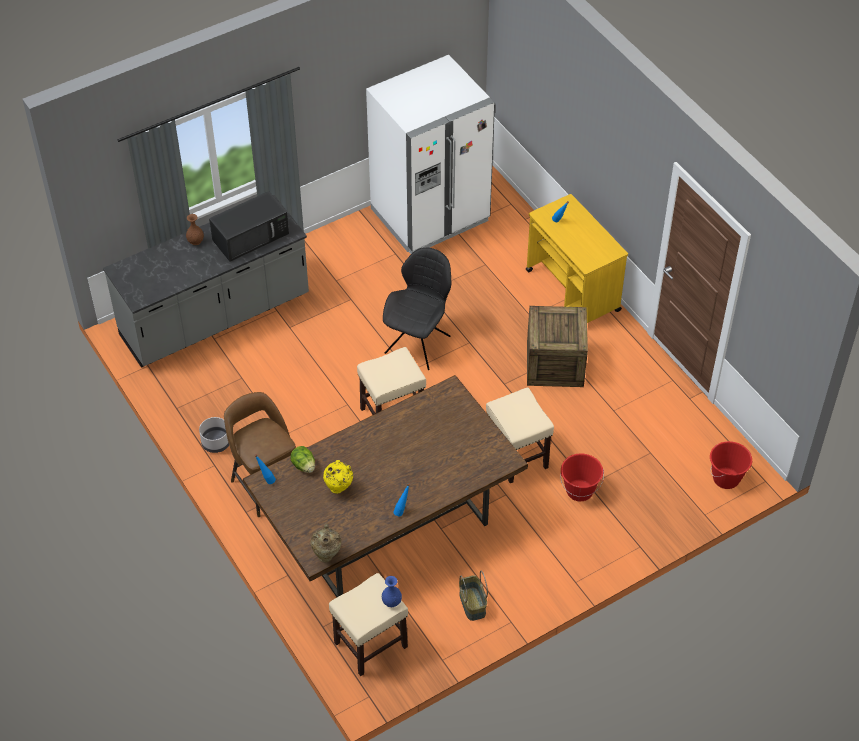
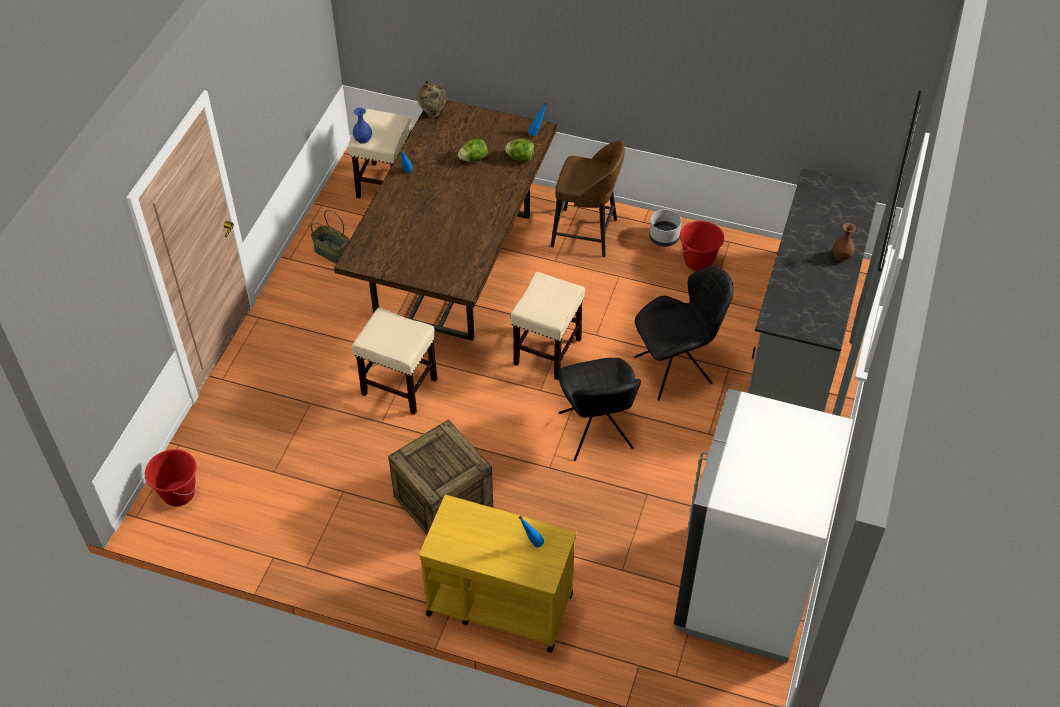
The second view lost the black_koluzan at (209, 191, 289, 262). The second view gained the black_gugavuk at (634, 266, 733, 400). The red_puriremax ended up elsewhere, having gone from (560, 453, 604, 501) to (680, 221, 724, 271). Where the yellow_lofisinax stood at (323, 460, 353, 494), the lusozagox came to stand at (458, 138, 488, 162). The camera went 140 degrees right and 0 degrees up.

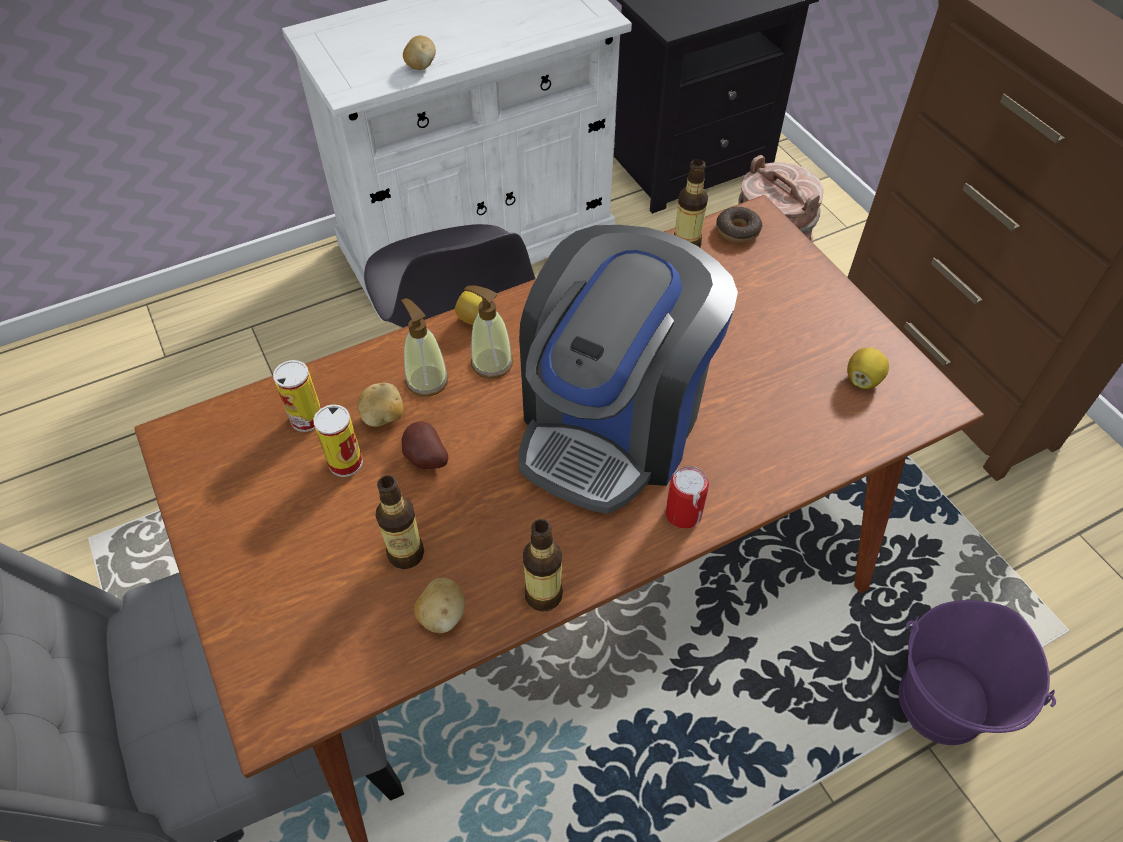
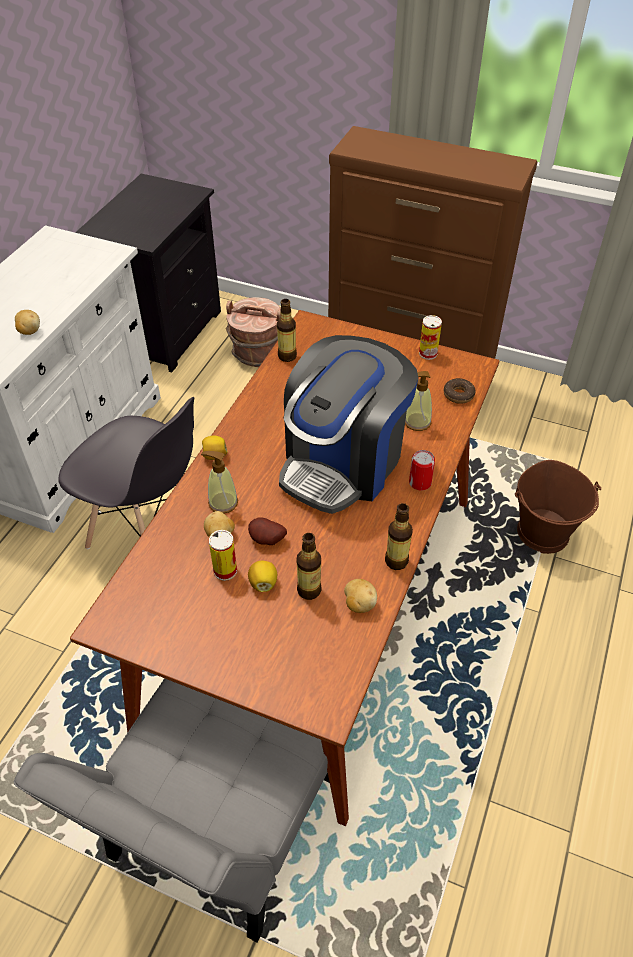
The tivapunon ended up elsewhere, having gone from (273, 360, 321, 432) to (419, 315, 442, 360). The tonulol ended up elsewhere, having gone from (464, 286, 513, 379) to (405, 371, 432, 431). The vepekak ended up elsewhere, having gone from (716, 207, 762, 243) to (444, 378, 476, 404). The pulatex ended up elsewhere, having gone from (847, 348, 889, 389) to (248, 561, 277, 592). What was the purple_puriremax at (899, 600, 1056, 745) turned into the brown_puriremax at (515, 460, 601, 554). The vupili at (519, 225, 738, 514) ended up facing another way, 45 degrees clockwise from before. The camera went 40 degrees left and 5 degrees down.

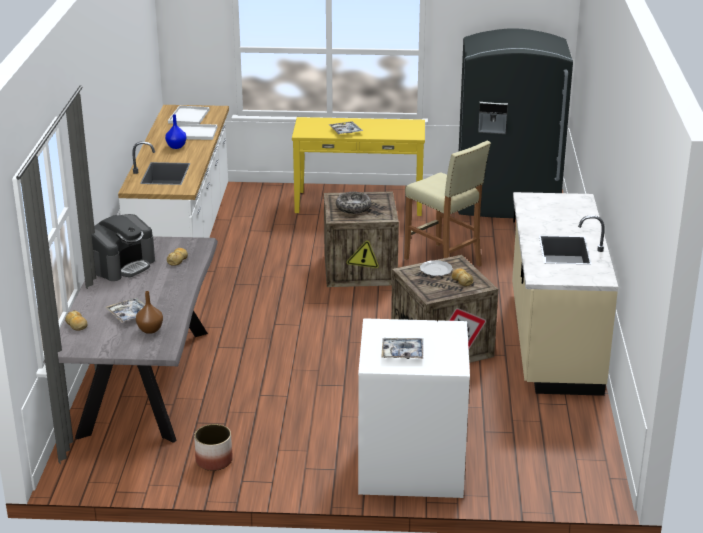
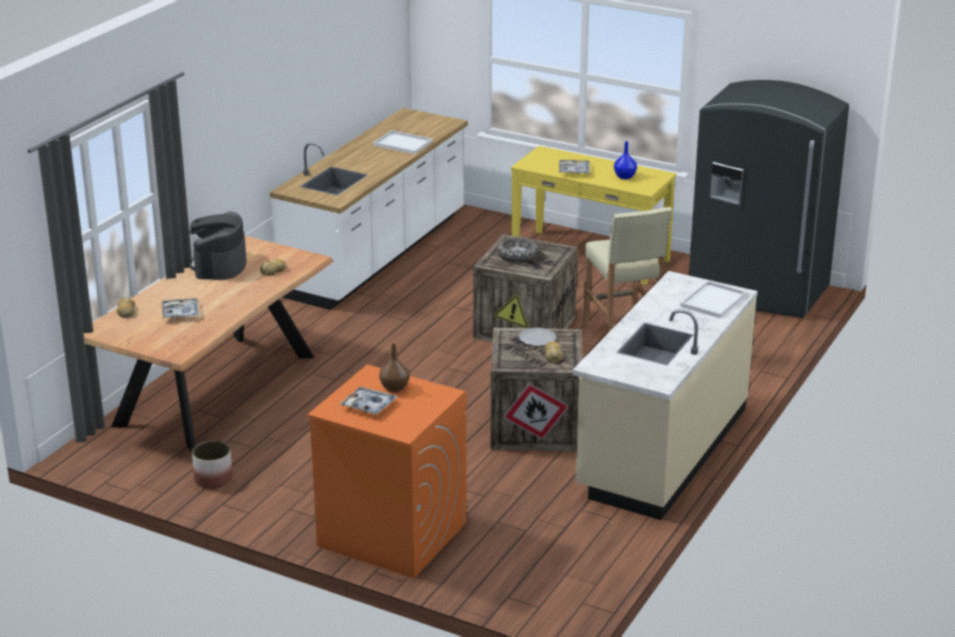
The brown_lofisinax ended up elsewhere, having gone from (136, 291, 163, 334) to (379, 344, 410, 392). The blue_lofisinax ended up elsewhere, having gone from (165, 114, 186, 149) to (614, 141, 637, 179). The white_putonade ended up elsewhere, having gone from (168, 105, 209, 124) to (680, 281, 747, 318). What was the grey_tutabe at (43, 236, 218, 443) turned into the brown_tutabe at (84, 236, 333, 452). What was the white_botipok at (358, 318, 470, 498) turned into the orange_botipok at (308, 364, 467, 579). The vupili at (92, 214, 155, 281) ended up facing another way, 120 degrees clockwise from before. The camera went 25 degrees right and 0 degrees up.

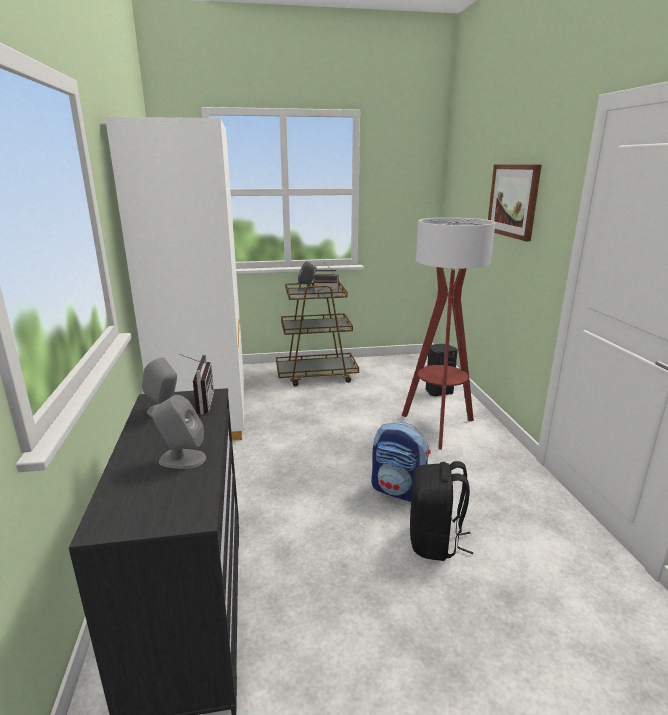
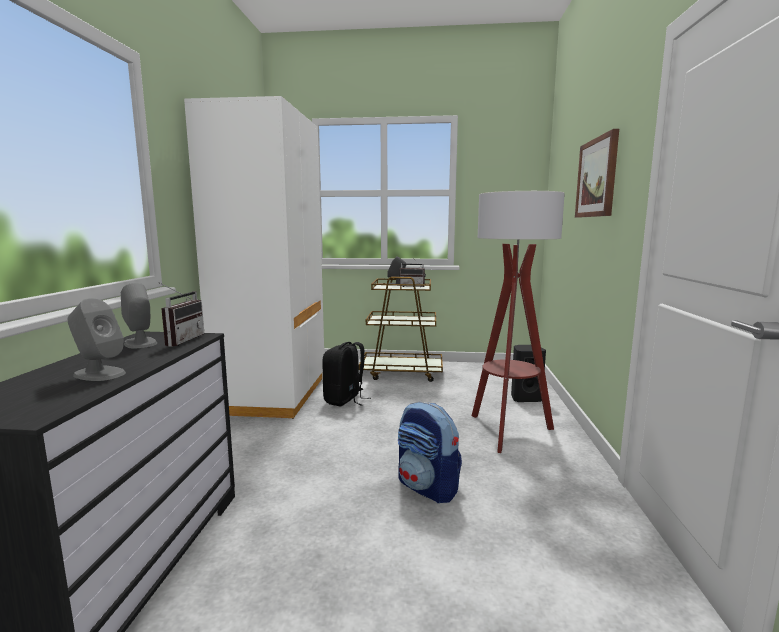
The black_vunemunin ended up elsewhere, having gone from (410, 461, 474, 561) to (322, 342, 371, 406). The camera went 15 degrees right and 10 degrees down.

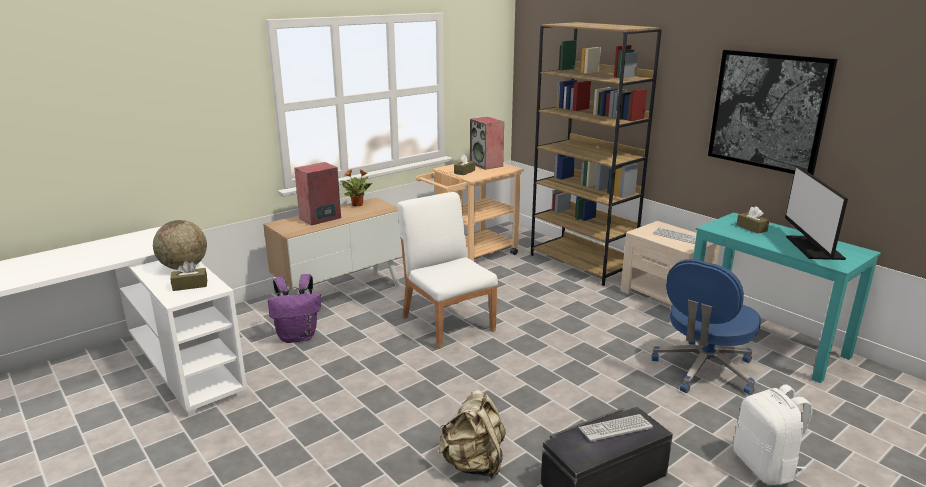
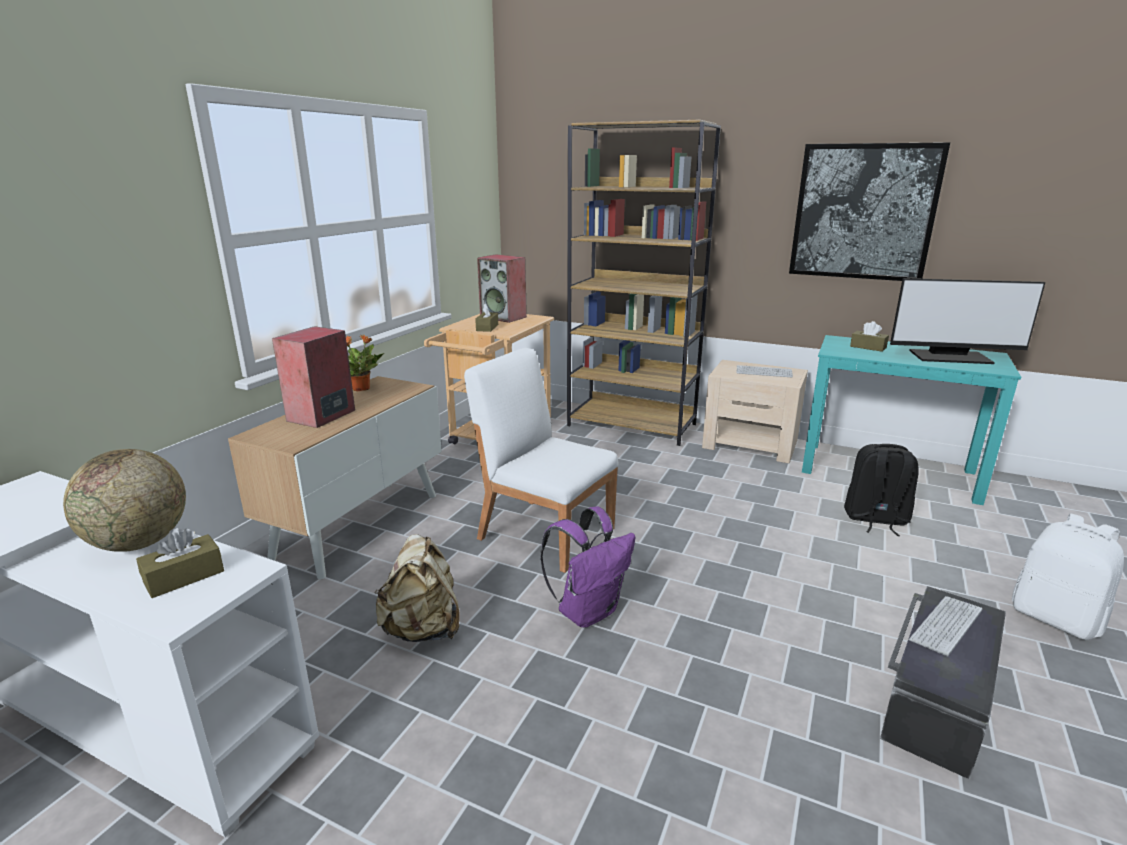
The purple_vunemunin ended up elsewhere, having gone from (268, 274, 321, 343) to (541, 506, 635, 627). The beige_vunemunin ended up elsewhere, having gone from (439, 390, 506, 479) to (375, 534, 460, 642). Where the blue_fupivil stood at (651, 259, 761, 395), the black_vunemunin came to stand at (844, 444, 919, 536). The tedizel at (785, 166, 848, 260) ended up facing another way, 60 degrees counterclockwise from before. The camera went 25 degrees left and 0 degrees up.

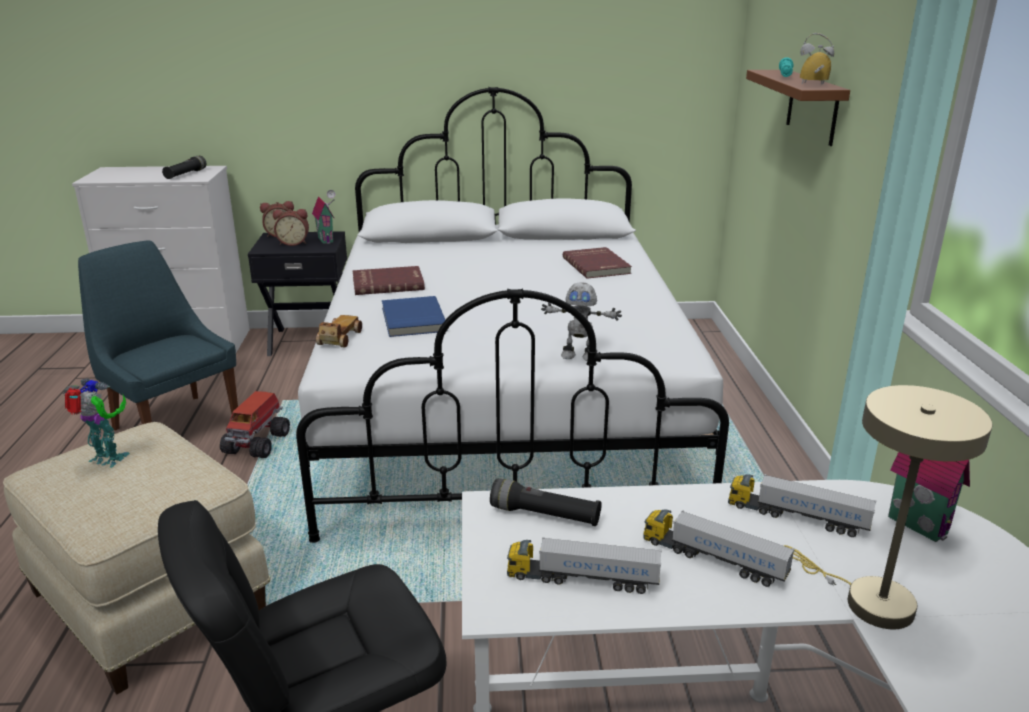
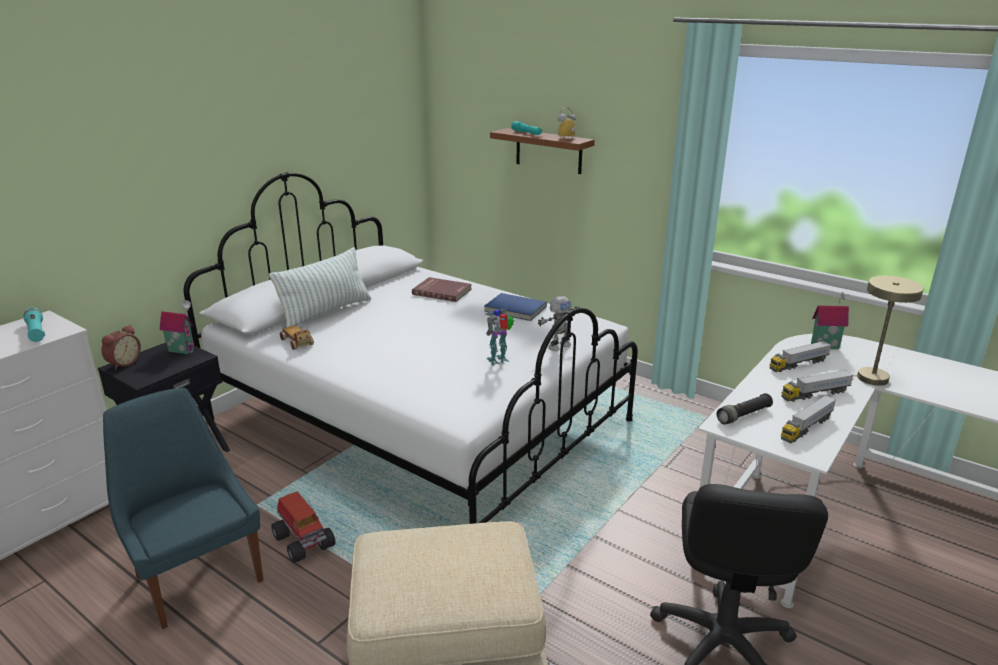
The second view lost the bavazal at (273, 209, 309, 246). The second view lost the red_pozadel at (353, 266, 425, 295). The second view gained the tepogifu at (269, 247, 371, 327). The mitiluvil ended up elsewhere, having gone from (63, 378, 130, 468) to (485, 309, 514, 365). The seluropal ended up elsewhere, having gone from (316, 315, 362, 347) to (280, 325, 314, 350). The blue_pozadel ended up elsewhere, having gone from (382, 296, 447, 337) to (484, 293, 547, 321). What was the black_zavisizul at (162, 156, 206, 179) turned into the turquoise_zavisizul at (23, 308, 45, 342). The blue_gugavuk at (78, 240, 238, 430) ended up facing another way, 60 degrees clockwise from before. The camera went 50 degrees left and 0 degrees up.

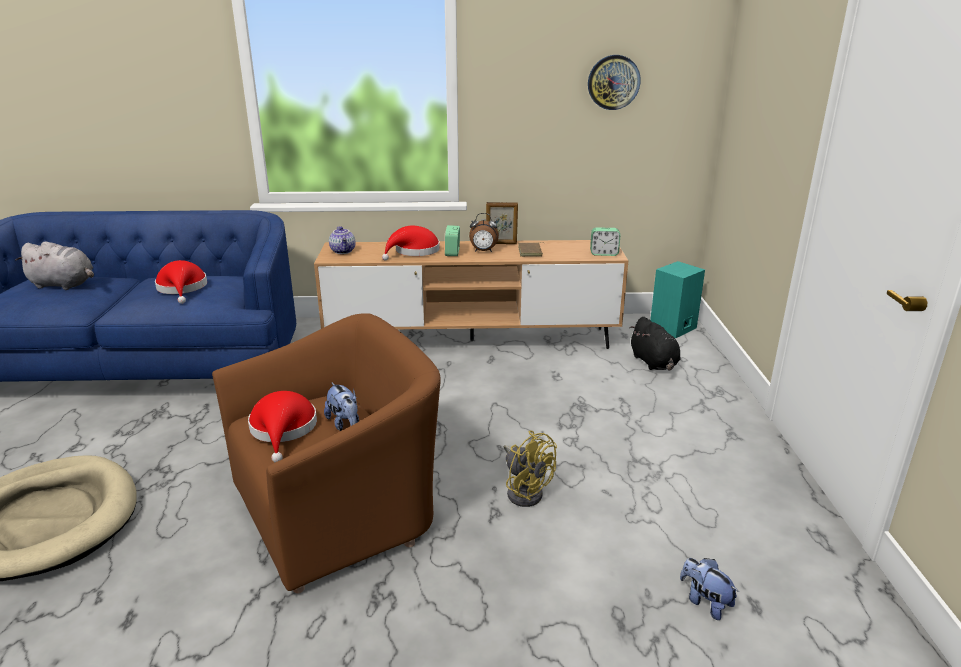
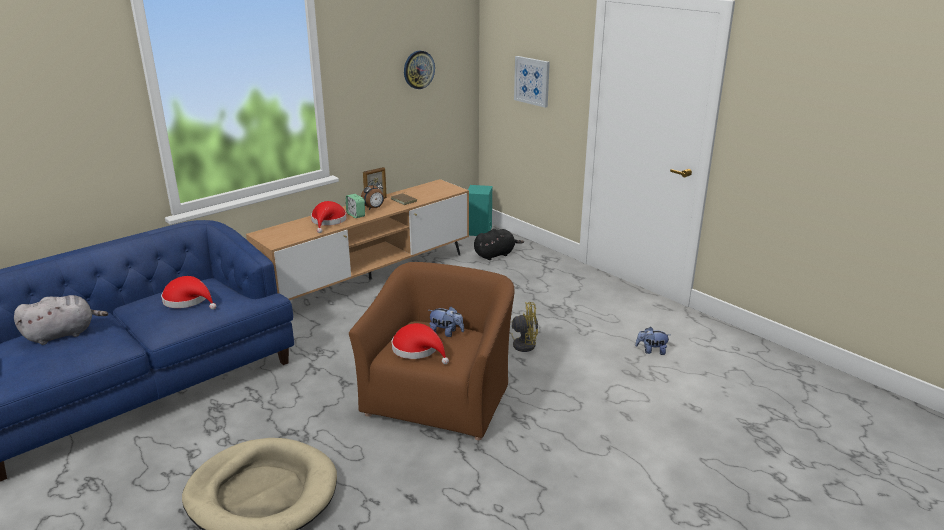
The second view lost the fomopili at (329, 226, 356, 254). The second view lost the bavazal at (590, 227, 620, 256). The second view gained the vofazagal at (514, 56, 550, 108). The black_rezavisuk at (629, 317, 681, 371) ended up facing another way, 60 degrees counterclockwise from before. The camera went 40 degrees left and 0 degrees up.

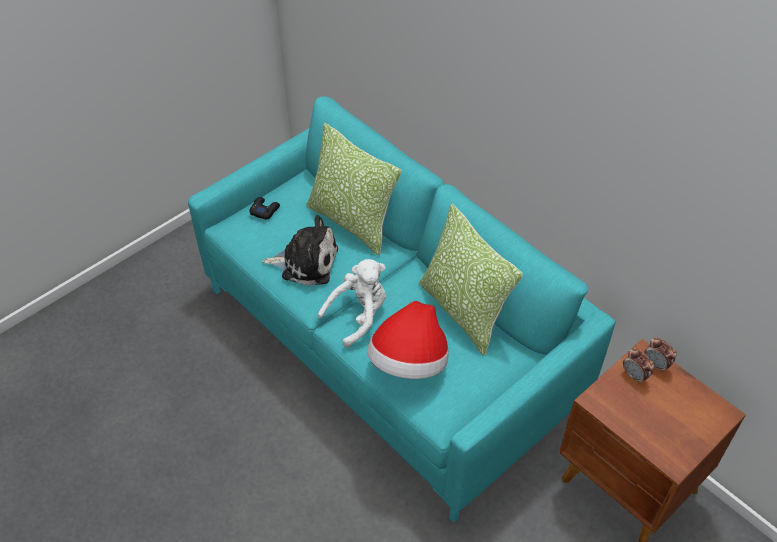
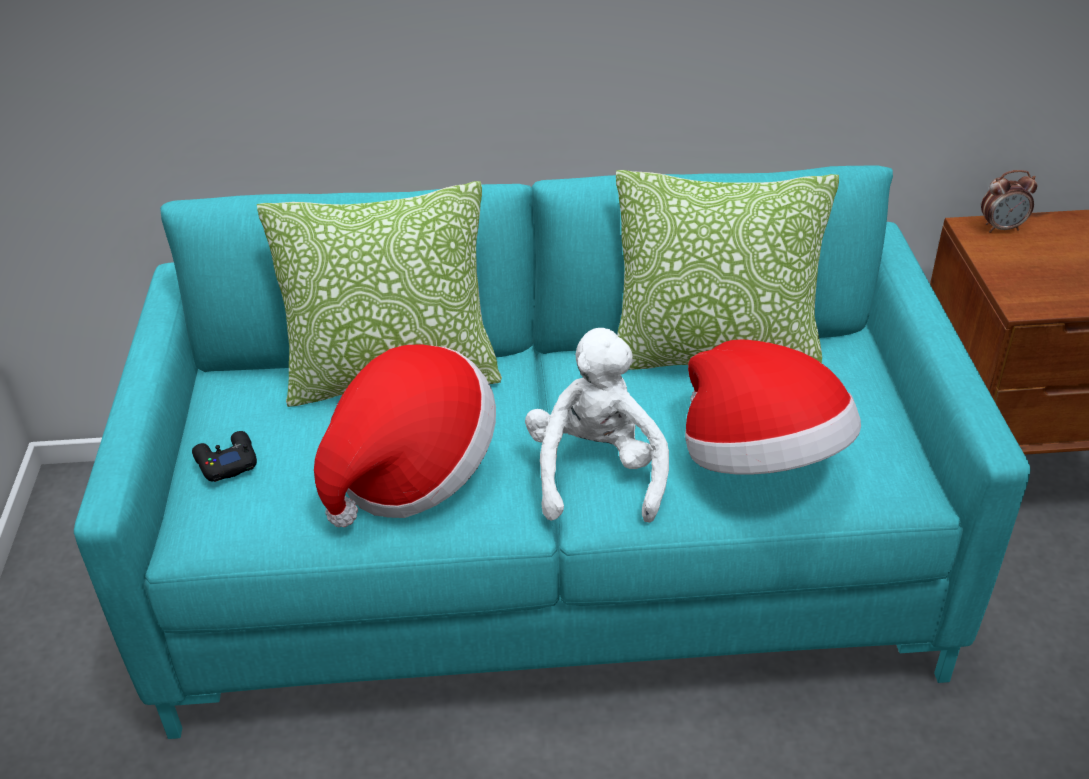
The second view lost the bavazal at (623, 348, 654, 384). Where the rezavisuk stood at (262, 215, 338, 286), the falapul came to stand at (314, 344, 496, 527). The camera went 50 degrees left and 10 degrees down.

